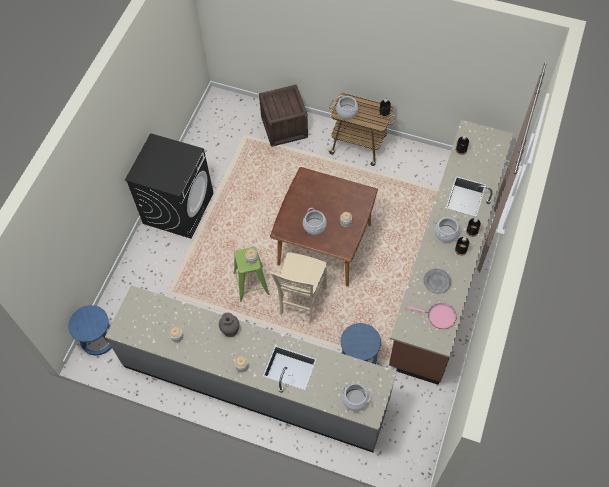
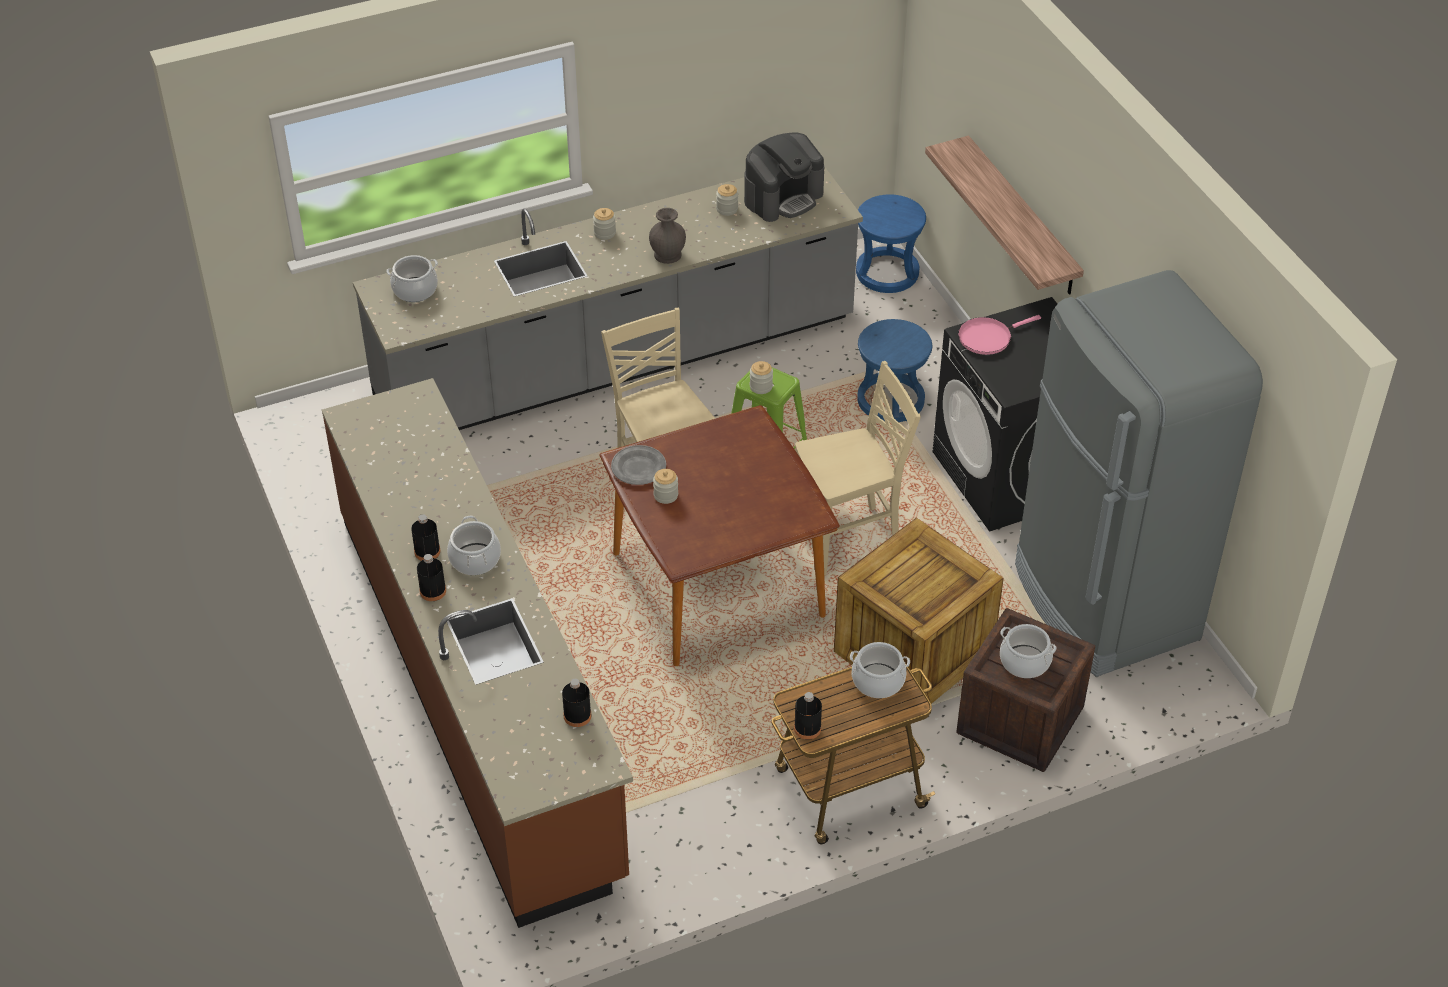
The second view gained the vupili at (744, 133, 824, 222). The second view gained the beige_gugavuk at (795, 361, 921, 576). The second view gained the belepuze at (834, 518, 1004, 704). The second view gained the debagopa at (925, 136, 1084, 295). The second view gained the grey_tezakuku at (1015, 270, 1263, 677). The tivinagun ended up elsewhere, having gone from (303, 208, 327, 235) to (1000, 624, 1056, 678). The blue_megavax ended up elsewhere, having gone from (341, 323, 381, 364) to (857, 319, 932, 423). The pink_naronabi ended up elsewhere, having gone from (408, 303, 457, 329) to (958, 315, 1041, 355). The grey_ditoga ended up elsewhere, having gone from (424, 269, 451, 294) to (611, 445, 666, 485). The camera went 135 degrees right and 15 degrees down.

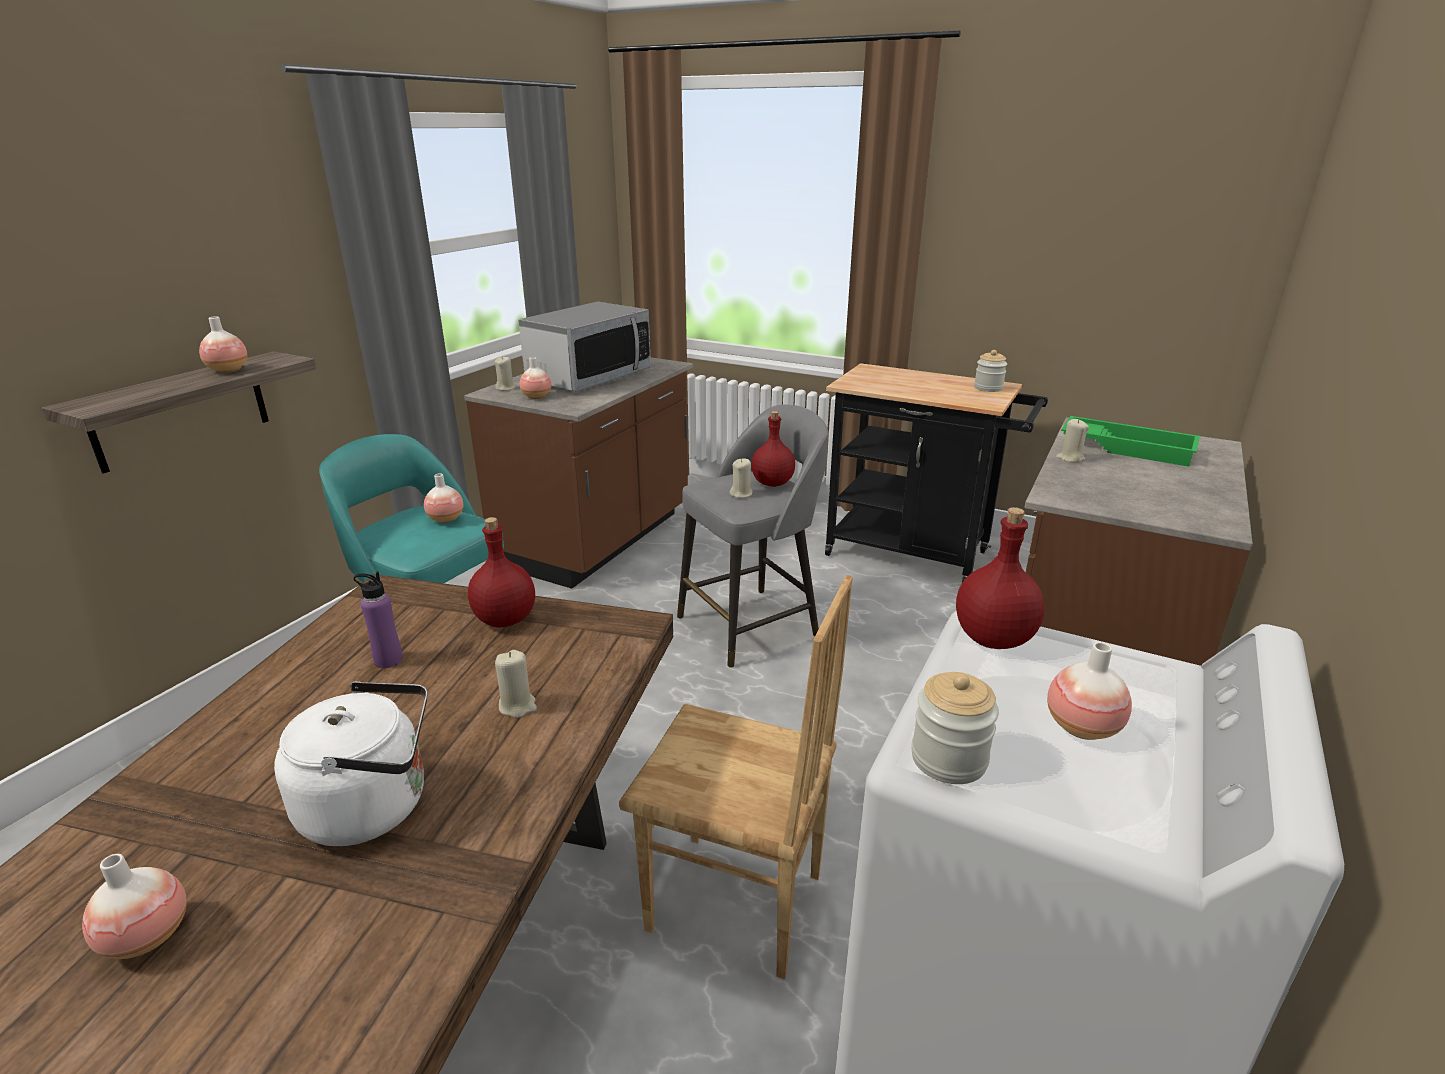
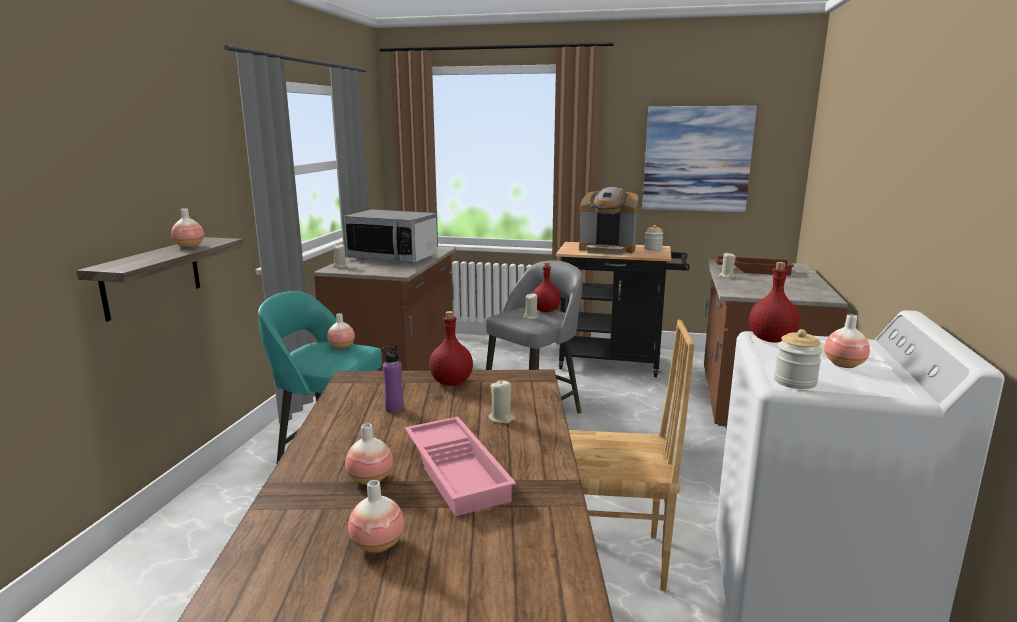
The second view gained the vupili at (579, 187, 638, 255). The second view gained the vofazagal at (642, 106, 757, 212). The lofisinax ended up elsewhere, having gone from (520, 357, 551, 399) to (345, 423, 393, 485). Where the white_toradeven stood at (274, 681, 427, 846), the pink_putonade came to stand at (405, 417, 516, 516). What was the green_putonade at (1061, 416, 1200, 467) turned into the brown_putonade at (715, 256, 794, 276). The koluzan at (518, 302, 651, 392) ended up facing another way, 90 degrees clockwise from before. The camera went 15 degrees left and 10 degrees down.

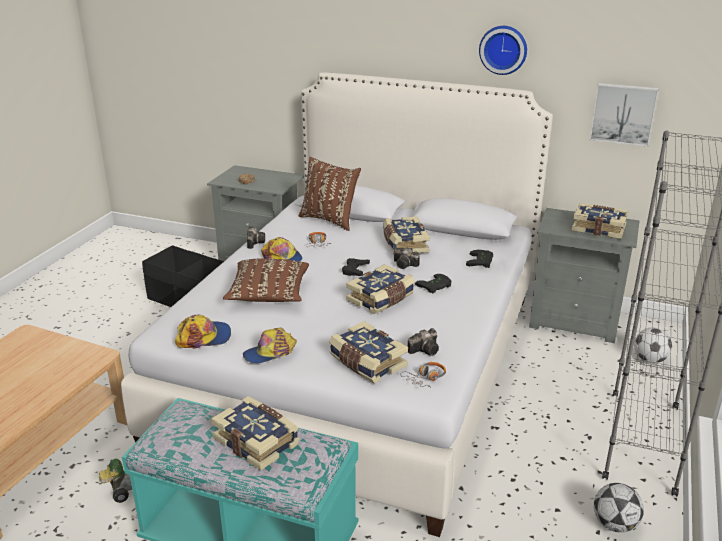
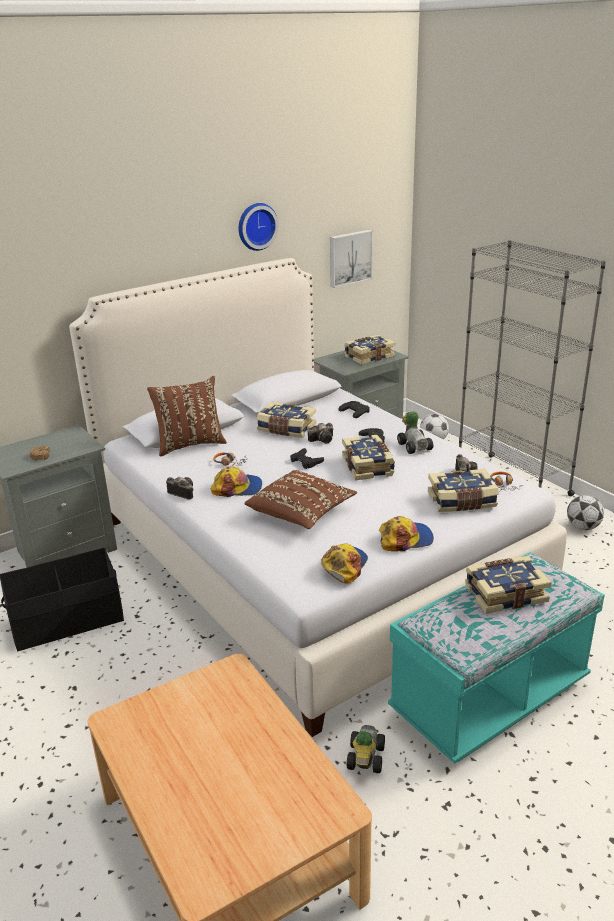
The second view gained the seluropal at (397, 411, 433, 454). The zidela at (243, 328, 297, 364) ended up facing another way, 105 degrees counterclockwise from before. The camera went 55 degrees left and 0 degrees up.

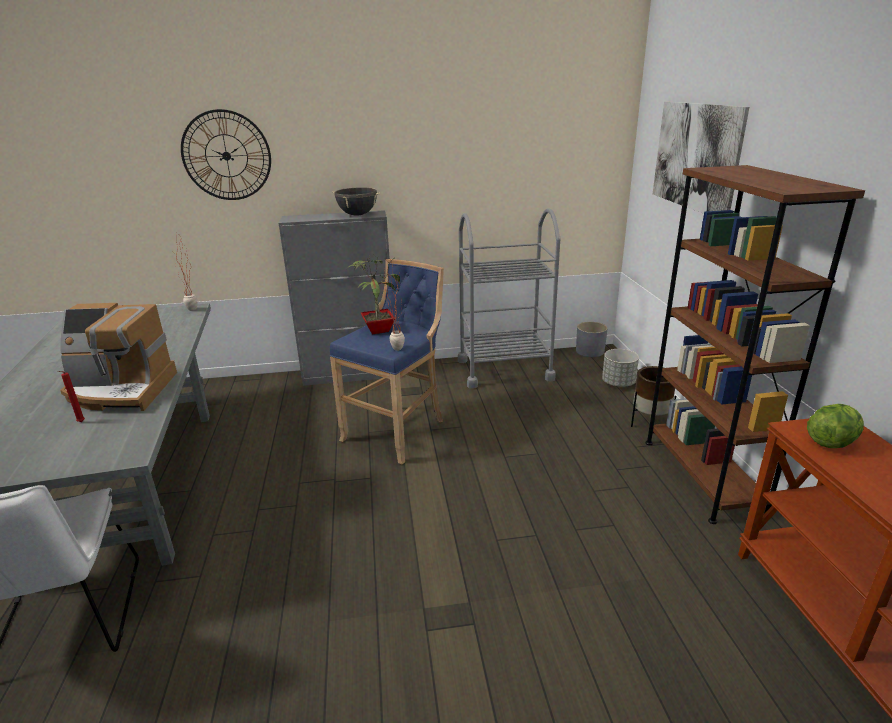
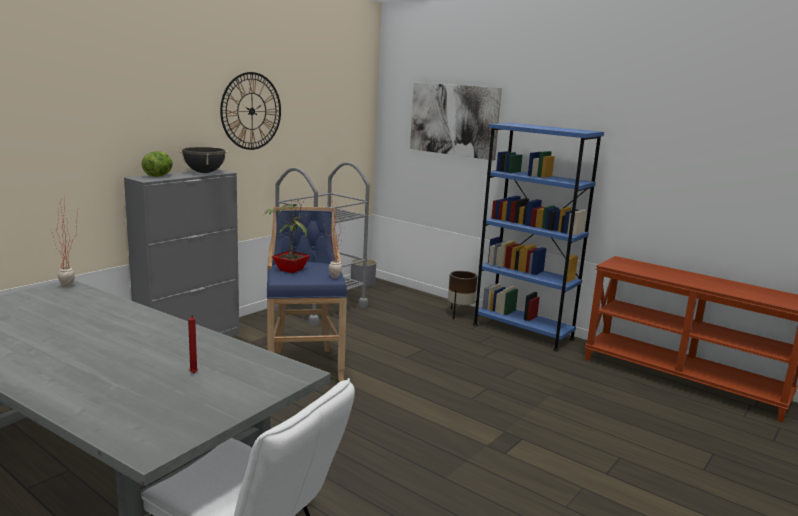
The second view lost the vupili at (60, 303, 177, 411). The second view lost the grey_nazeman at (602, 349, 639, 387). The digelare ended up elsewhere, having gone from (181, 109, 271, 200) to (220, 72, 281, 150). The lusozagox ended up elsewhere, having gone from (807, 404, 864, 448) to (142, 151, 173, 177). What was the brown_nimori at (645, 165, 865, 524) turned into the blue_nimori at (473, 123, 604, 351). The camera went 45 degrees left and 10 degrees down.

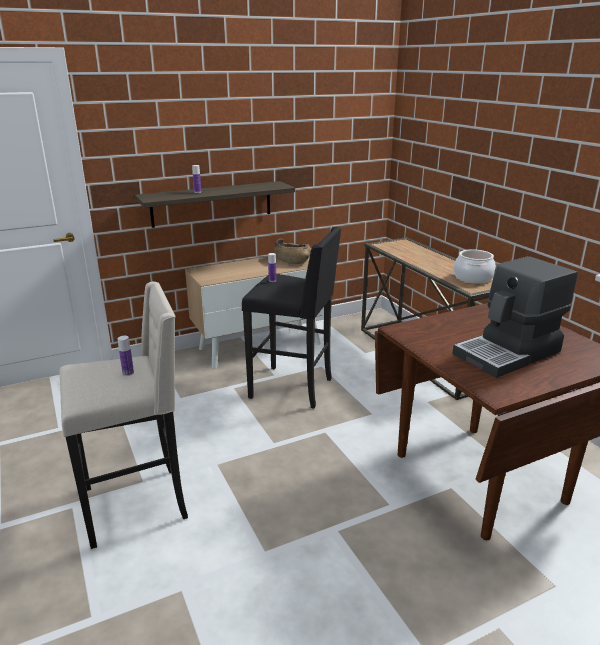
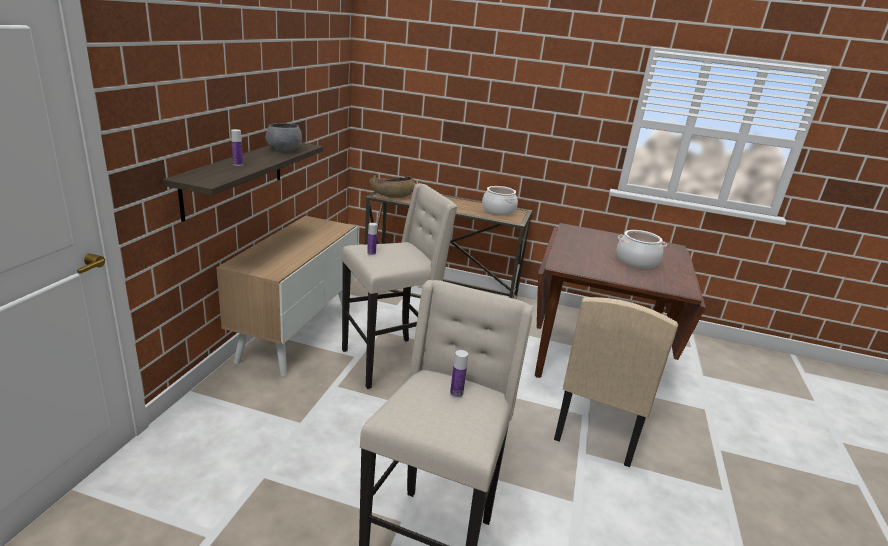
The second view gained the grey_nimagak at (265, 123, 302, 152). The second view gained the beige_gugavuk at (554, 297, 678, 467). The brown_nimagak ended up elsewhere, having gone from (274, 239, 311, 264) to (369, 175, 416, 198). Where the vupili stood at (452, 256, 578, 378), the tivinagun came to stand at (617, 230, 667, 269). What was the black_megavax at (242, 227, 341, 409) turned into the beige_megavax at (342, 183, 457, 389). The camera went 50 degrees left and 0 degrees up.

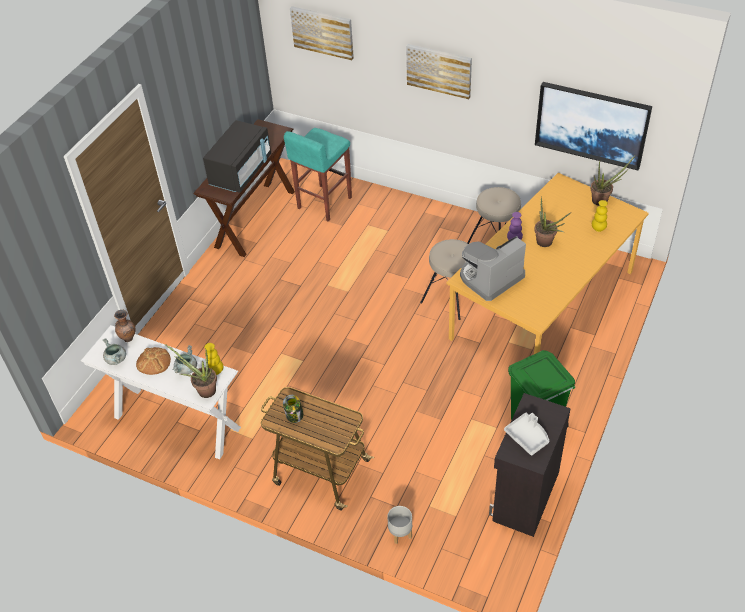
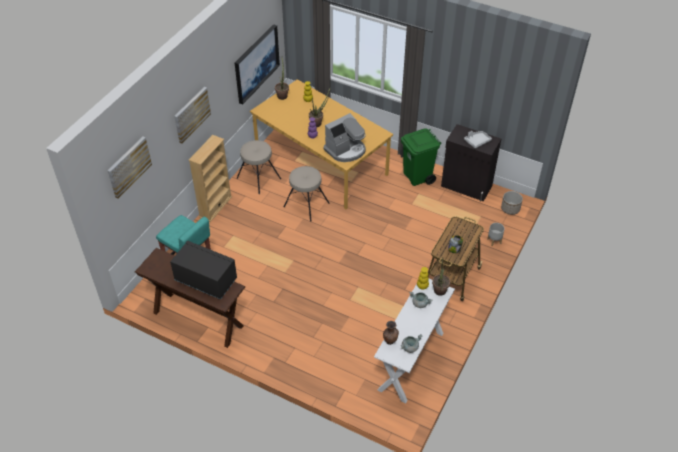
The second view lost the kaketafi at (136, 347, 171, 375). The second view gained the beige_nimori at (189, 135, 232, 222). The second view gained the nazeman at (501, 191, 523, 215). The vupili at (460, 236, 526, 301) ended up facing another way, 90 degrees counterclockwise from before. The camera went 90 degrees left and 0 degrees up.

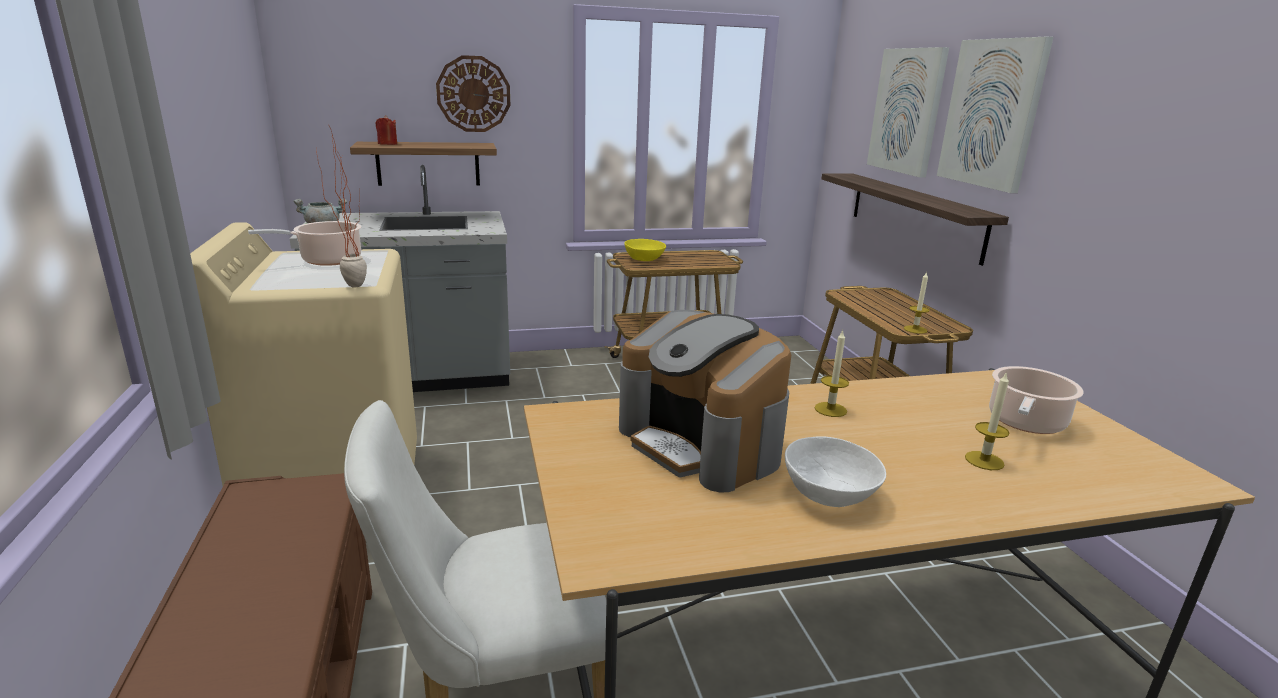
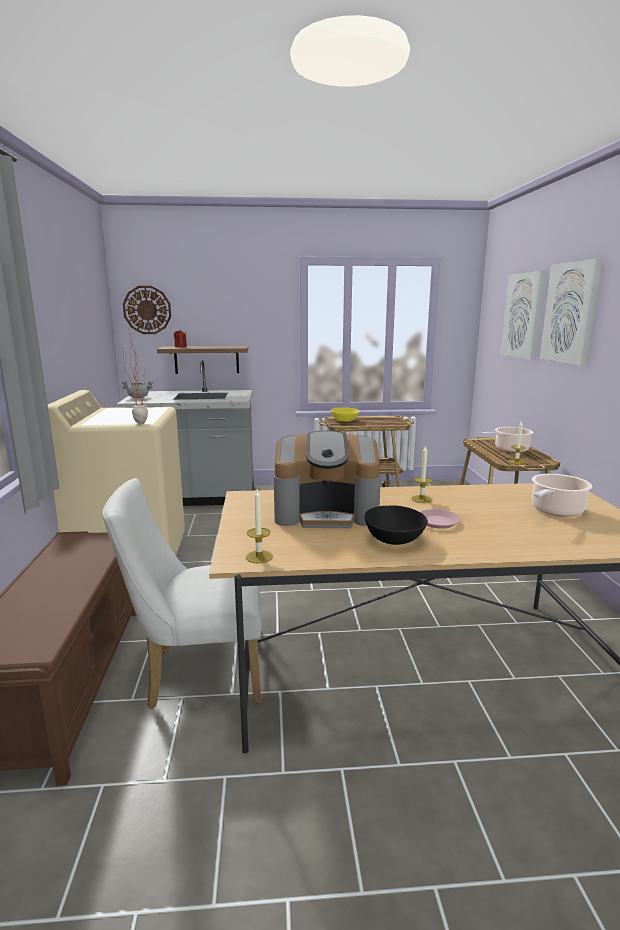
The second view lost the debagopa at (821, 173, 1009, 266). The second view gained the pink_ditoga at (420, 509, 460, 529). The tivinagun ended up elsewhere, having gone from (248, 221, 362, 266) to (481, 427, 533, 452). The digelare ended up elsewhere, having gone from (436, 55, 510, 132) to (123, 286, 171, 334). The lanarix ended up elsewhere, having gone from (965, 372, 1010, 470) to (246, 489, 273, 563). What was the white_nimagak at (785, 436, 886, 507) turned into the black_nimagak at (364, 506, 428, 545). The vupili at (619, 310, 791, 492) ended up facing another way, 60 degrees counterclockwise from before. The camera went 10 degrees right and 5 degrees down.

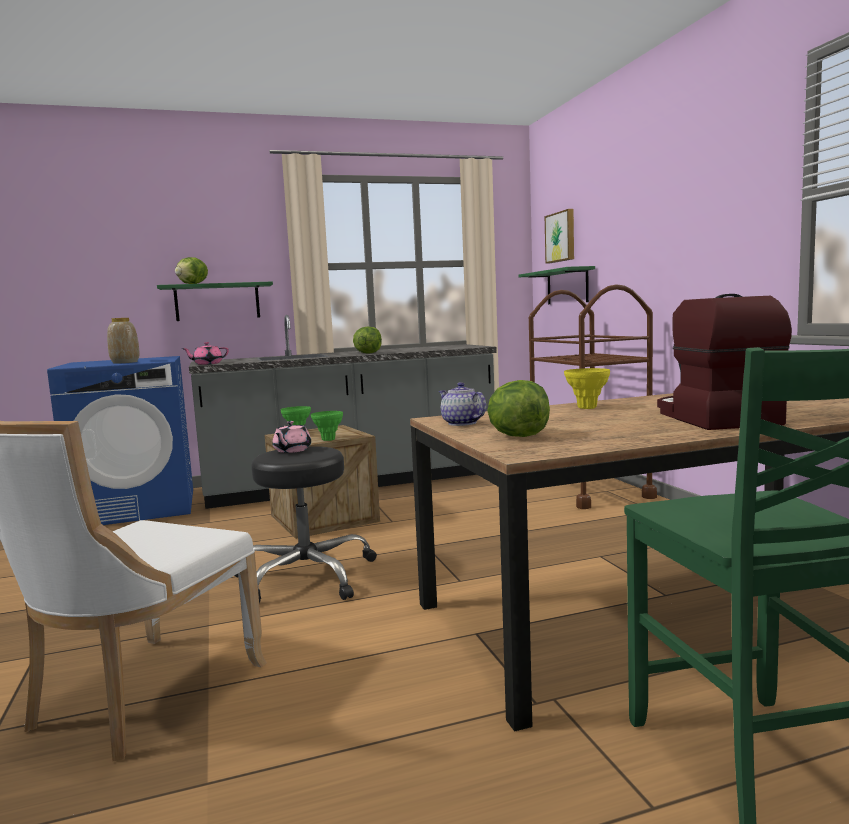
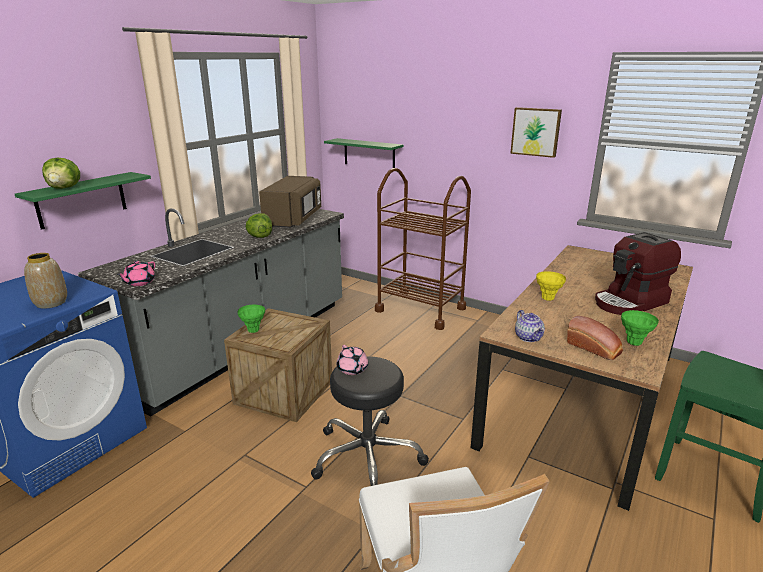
The second view gained the brown_koluzan at (259, 176, 321, 228). The green_lofisinax ended up elsewhere, having gone from (311, 411, 343, 441) to (621, 310, 659, 346). The vofazagal ended up elsewhere, having gone from (545, 209, 574, 264) to (510, 107, 562, 158). Where the lusozagox stood at (487, 380, 550, 437), the kaketafi came to stand at (567, 316, 623, 360). The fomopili at (439, 382, 486, 426) ended up facing another way, 120 degrees counterclockwise from before. The vupili at (657, 294, 792, 430) ended up facing another way, 75 degrees counterclockwise from before. The camera went 40 degrees left and 15 degrees up.

